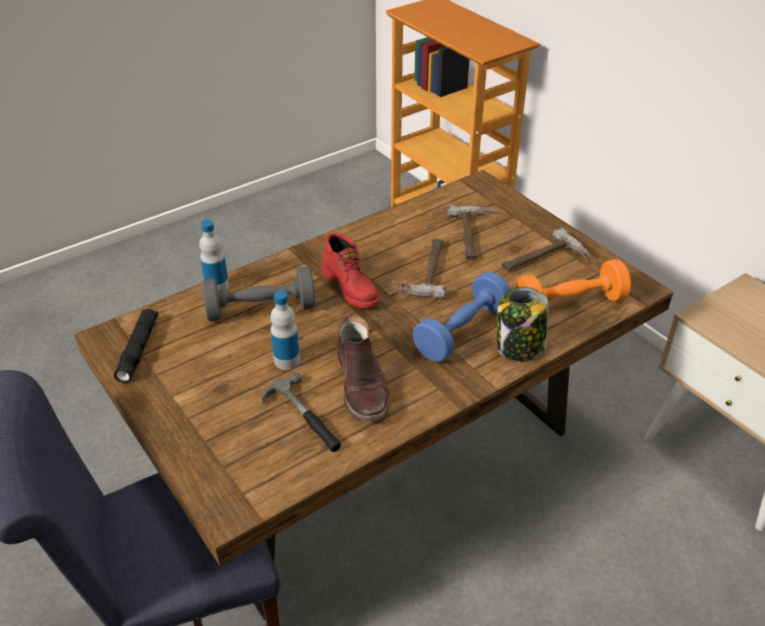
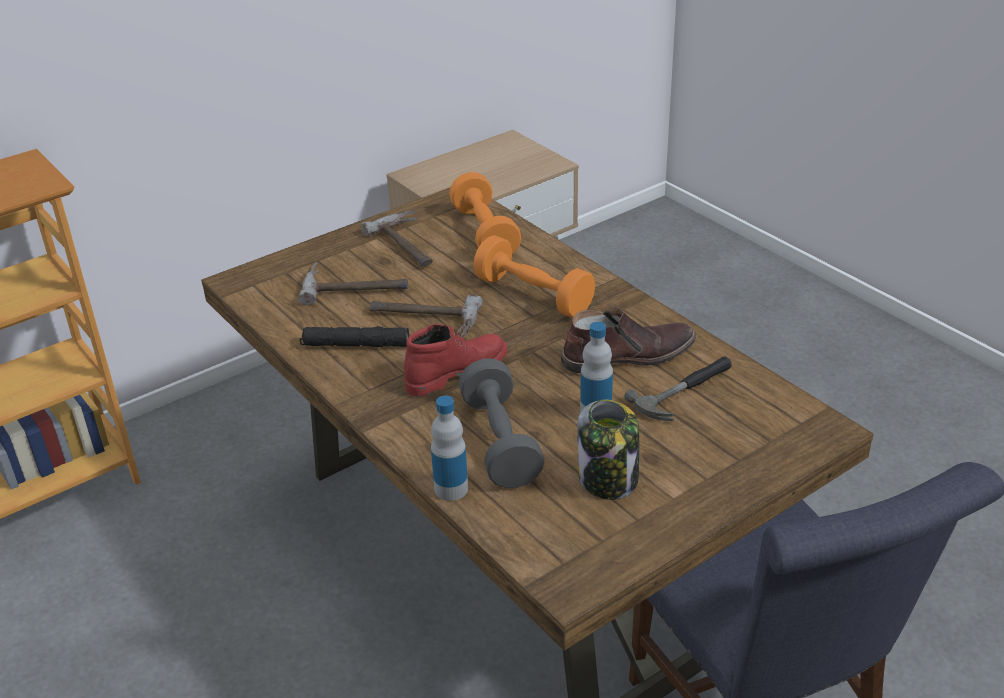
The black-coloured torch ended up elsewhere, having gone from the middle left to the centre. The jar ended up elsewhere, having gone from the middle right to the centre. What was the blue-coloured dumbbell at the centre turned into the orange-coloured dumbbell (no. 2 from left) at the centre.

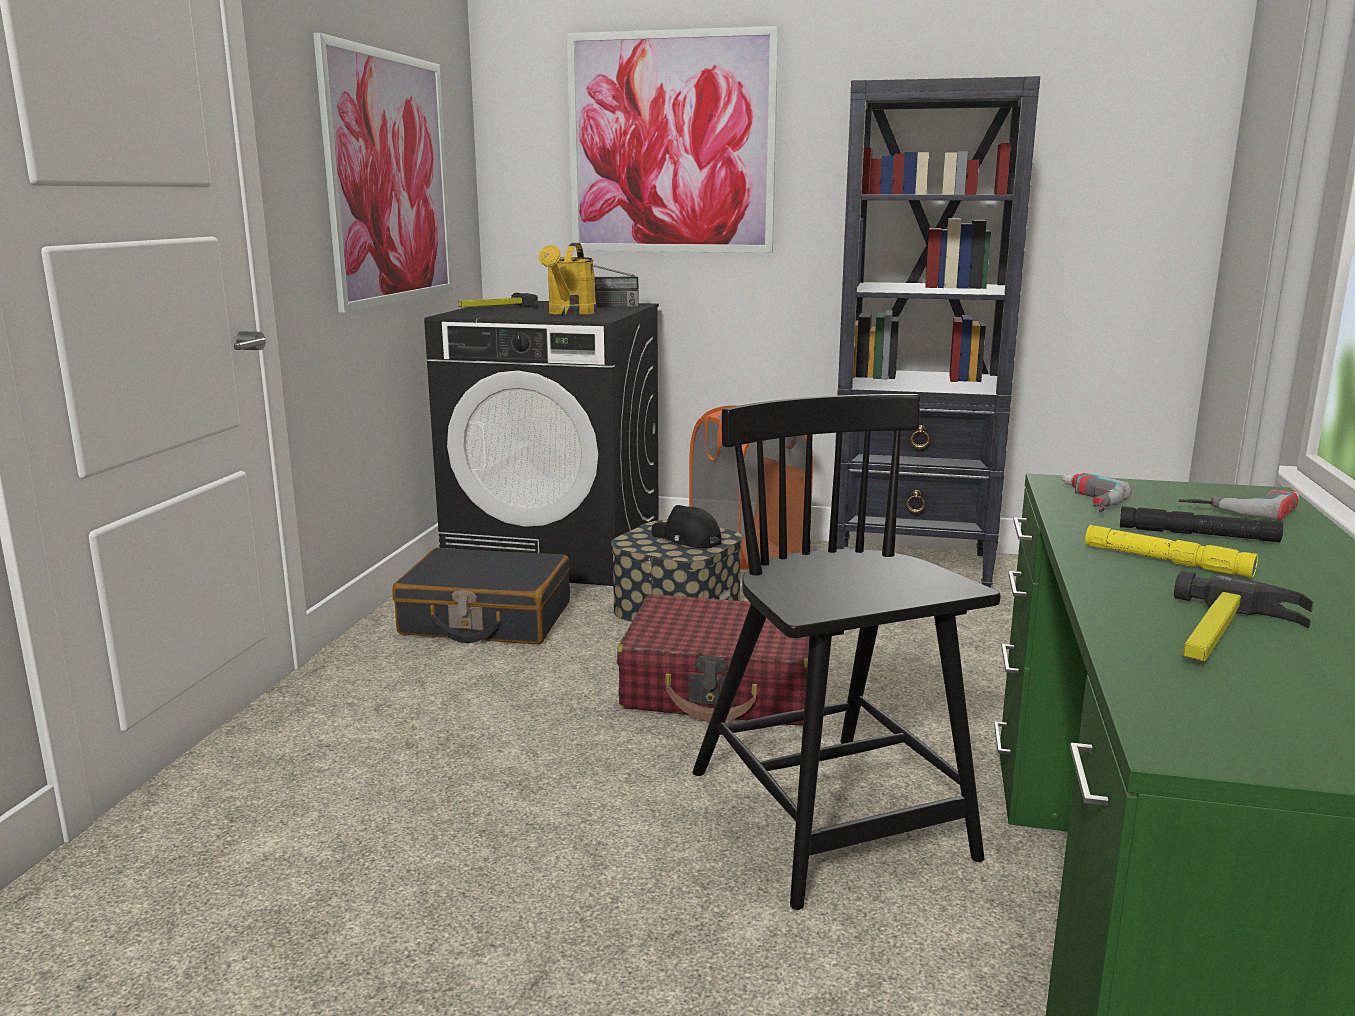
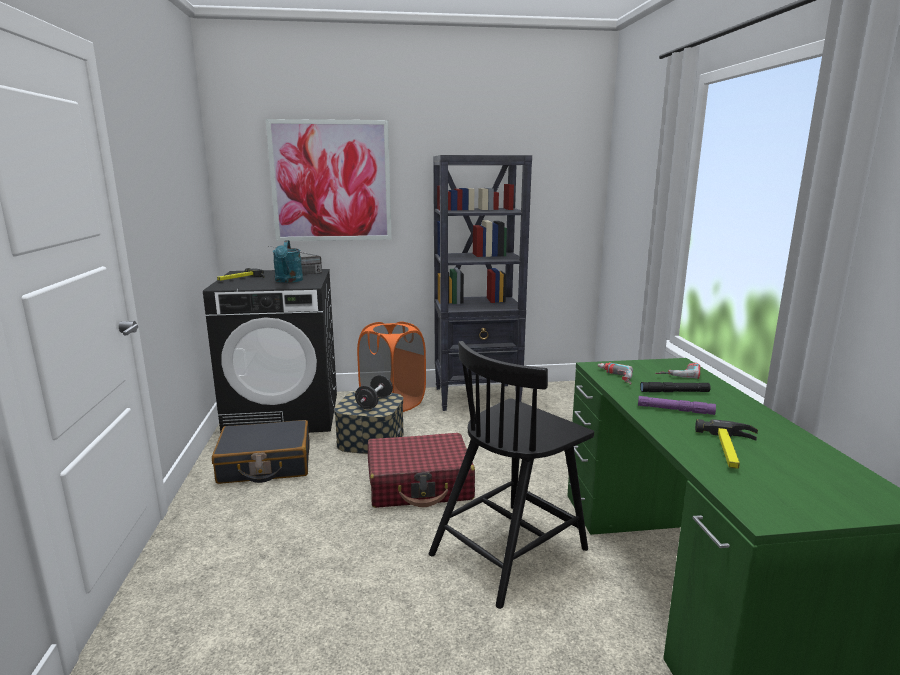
The second view lost the wall art (no. 1 from left) at the top left. Where the black-coloured cap stood at the centre, the black-coloured dumbbell came to stand at the centre. What was the yellow-coloured sprinkling can at the top centre turned into the turquoise-coloured sprinkling can at the middle left. What was the yellow-coloured torch at the middle right turned into the purple-coloured torch at the middle right. The black-coloured upright chair at the centre ended up facing another way, 90 degrees counterclockwise from before.

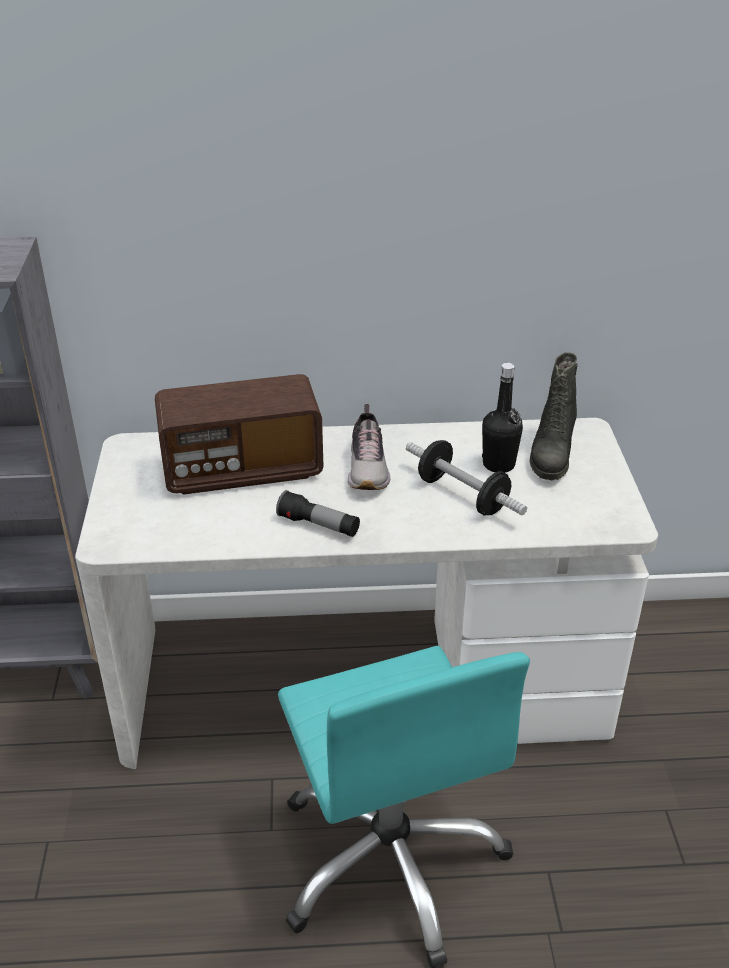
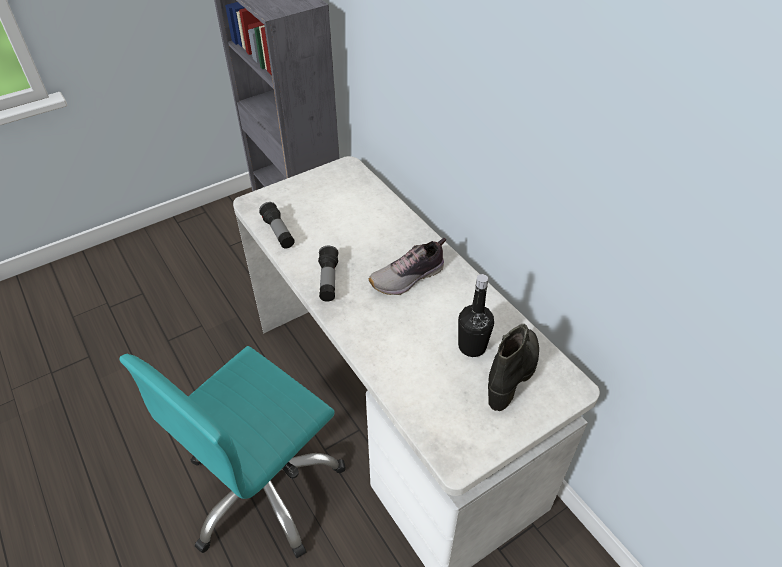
The second view lost the radio set at the middle left. The second view lost the dumbbell at the centre. The second view gained the torch (no. 1 from left) at the centre. The black-coloured high-top boot at the middle right ended up facing another way, 135 degrees clockwise from before.

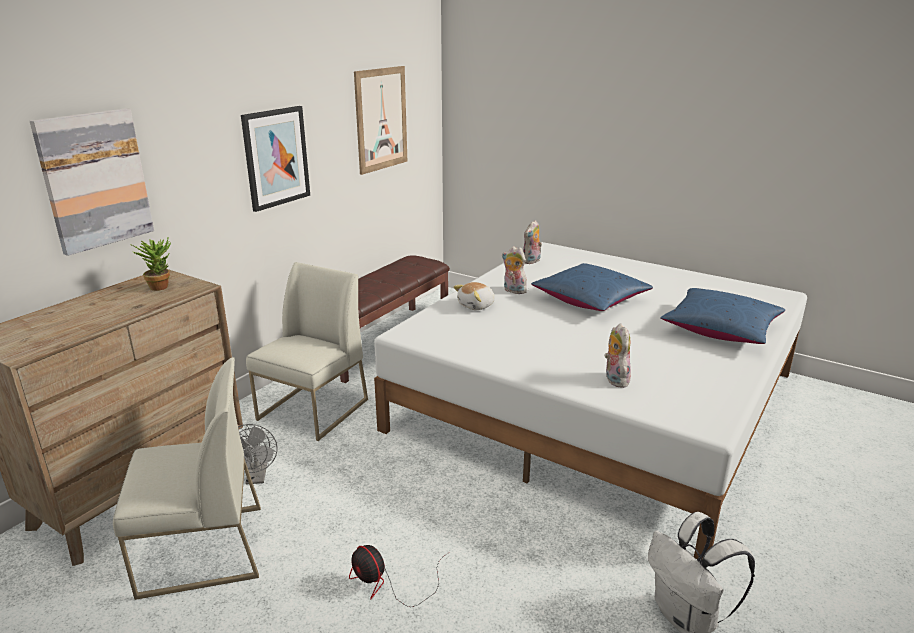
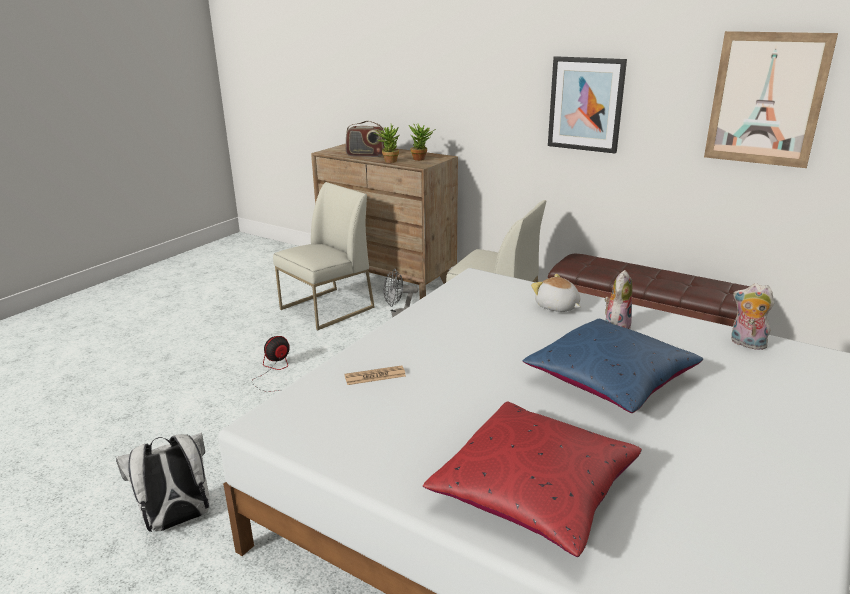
The second view lost the wall art (no. 1 from left) at the top left. The second view gained the radio set at the top centre. The second view gained the plant in a pot (no. 1 from left) at the top centre. Where the cuddly toy (no. 4 from left) stood at the middle right, the daily paper came to stand at the centre. What was the blue-coloured pillow (no. 2 from left) at the middle right turned into the red-coloured pillow at the bottom centre. The white upright chair (no. 1 from left) at the bottom left ended up facing another way, 120 degrees counterclockwise from before.

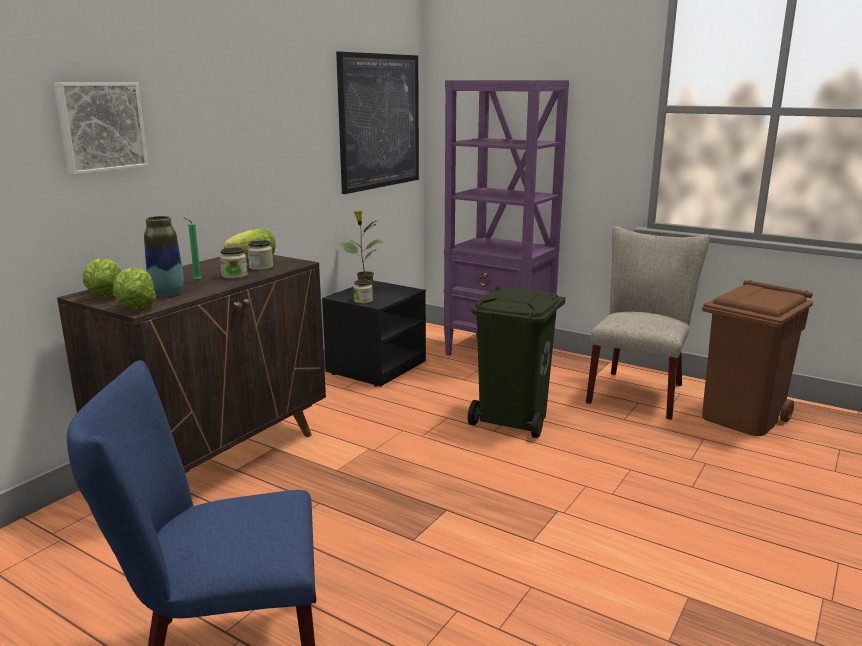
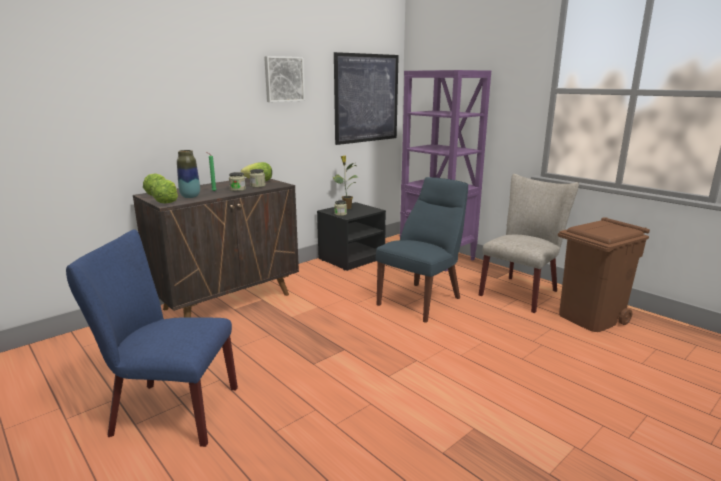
The wall art (no. 1 from left) ended up elsewhere, having gone from the top left to the top centre. Where the greenish waste bin stood at the centre, the blue-coloured upright chair (no. 2 from left) came to stand at the centre.

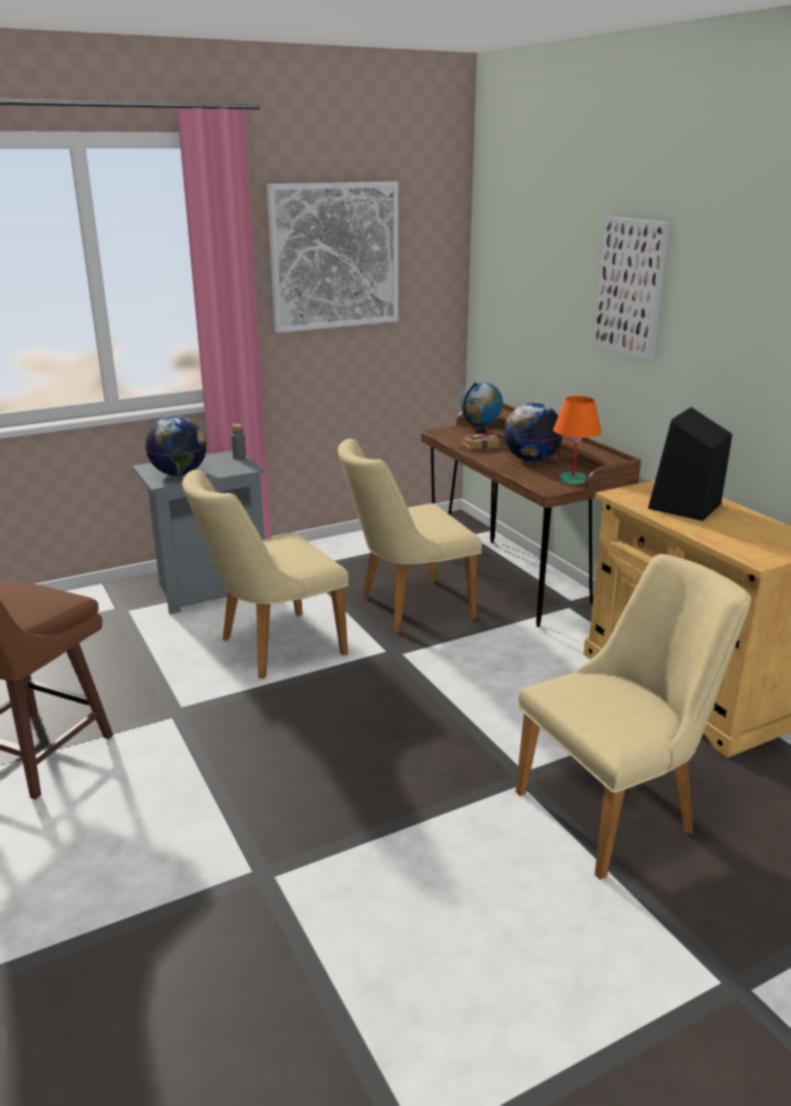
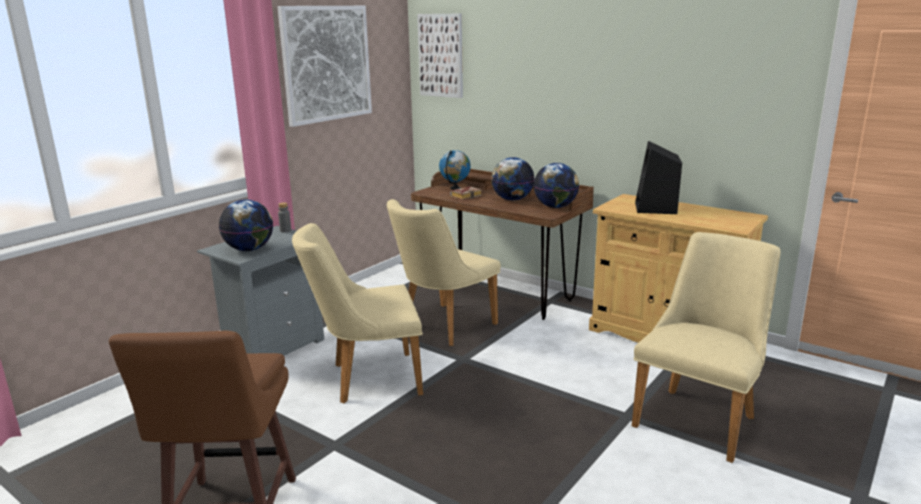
The wall art (no. 2 from left) ended up elsewhere, having gone from the top right to the top centre. Where the orange-coloured table lamp stood at the middle right, the globe (no. 4 from left) came to stand at the centre. The beige upright chair (no. 1 from left) at the centre ended up facing another way, 45 degrees clockwise from before.

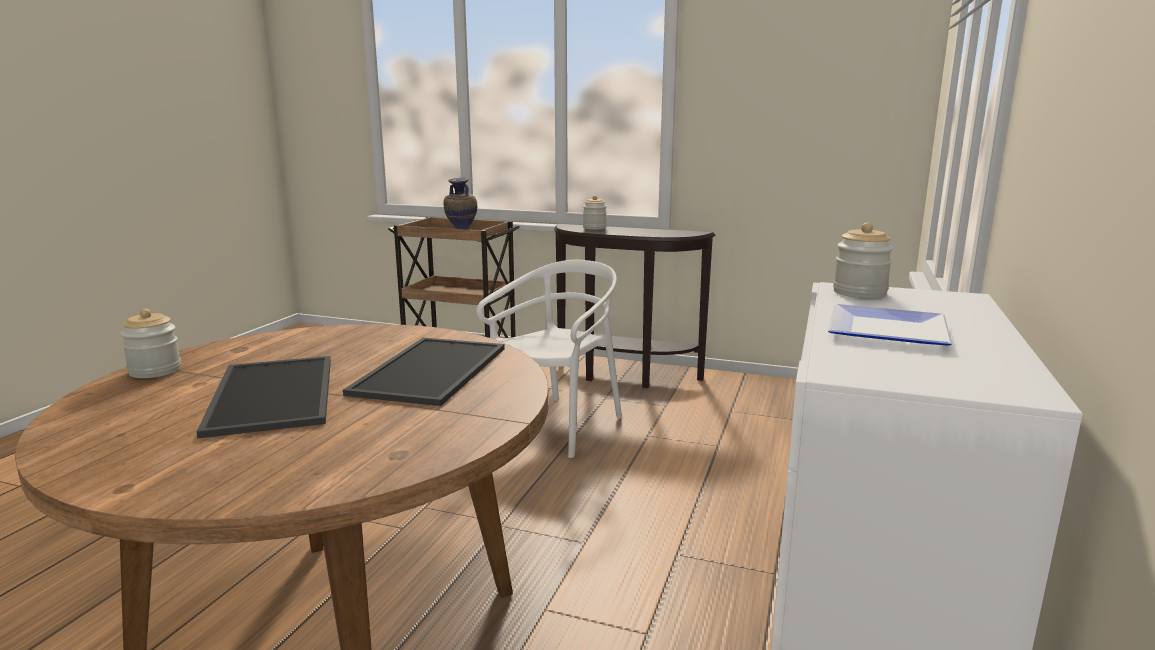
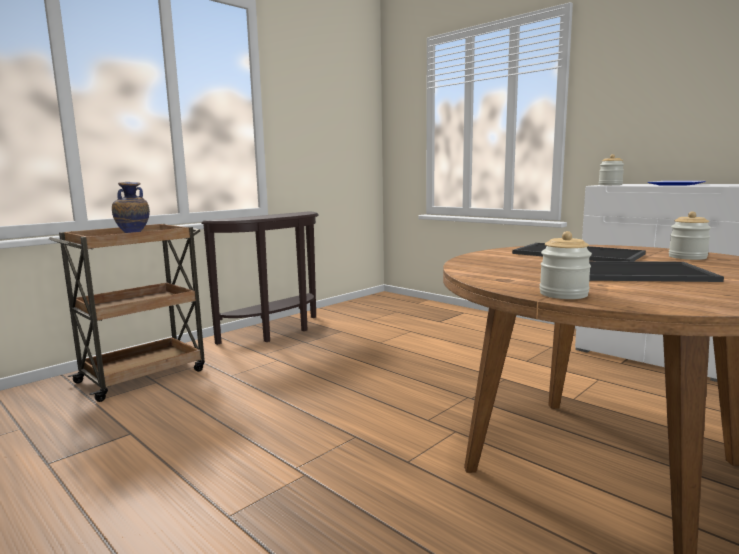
The second view lost the white upright chair at the centre. The jar (no. 2 from left in the first image) ended up elsewhere, having gone from the top centre to the middle right.

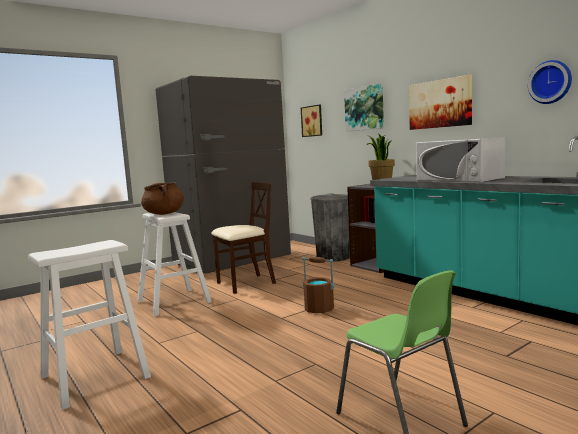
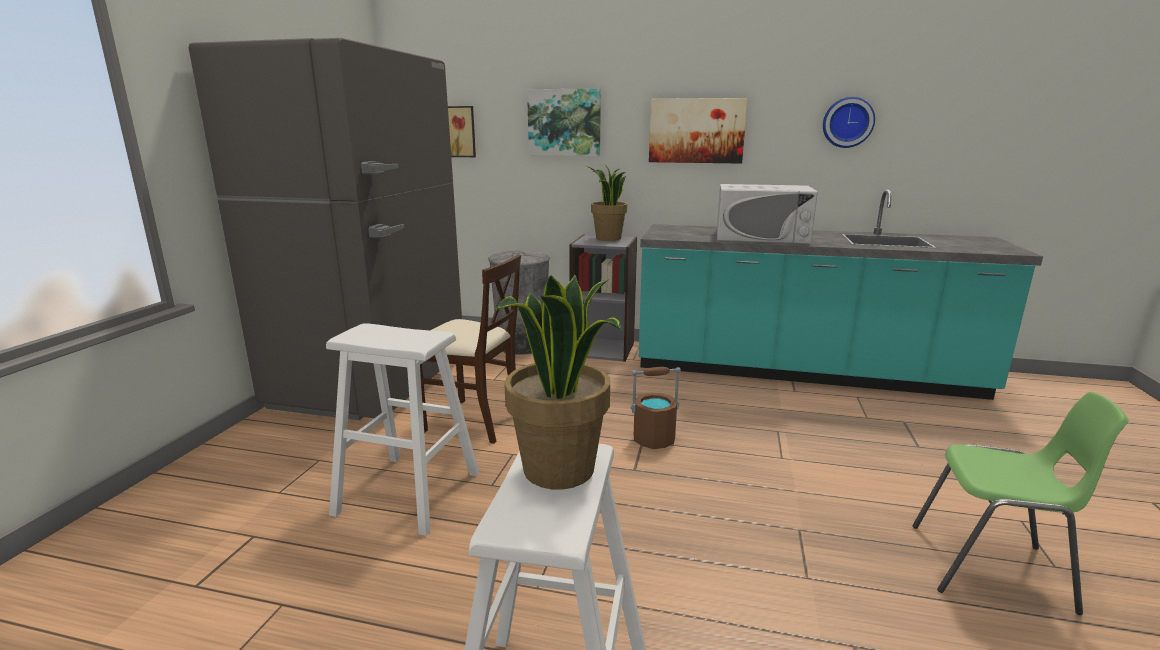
The second view lost the brownish stockpot at the middle left. The second view gained the plant in a pot (no. 1 from left) at the centre. The beige upright chair at the centre ended up facing another way, 90 degrees clockwise from before.

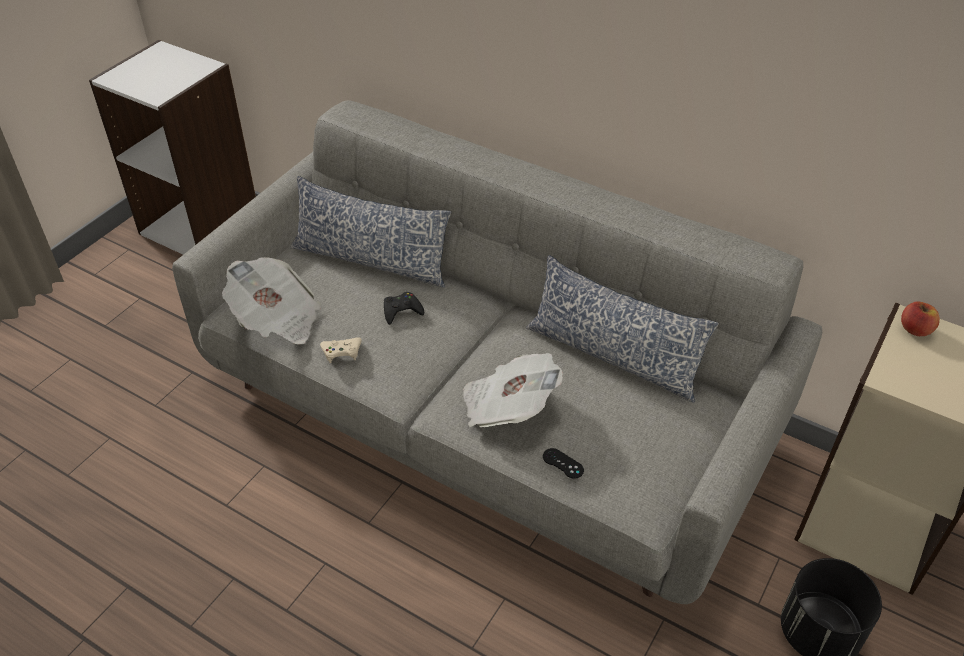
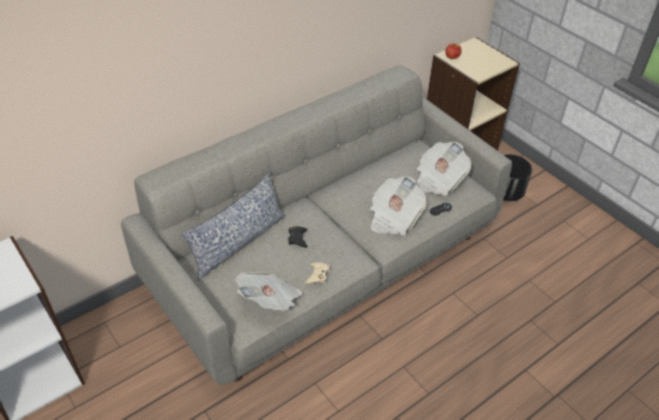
The second view lost the pillow (no. 2 from left) at the centre. The second view gained the daily paper (no. 3 from left) at the middle right.

